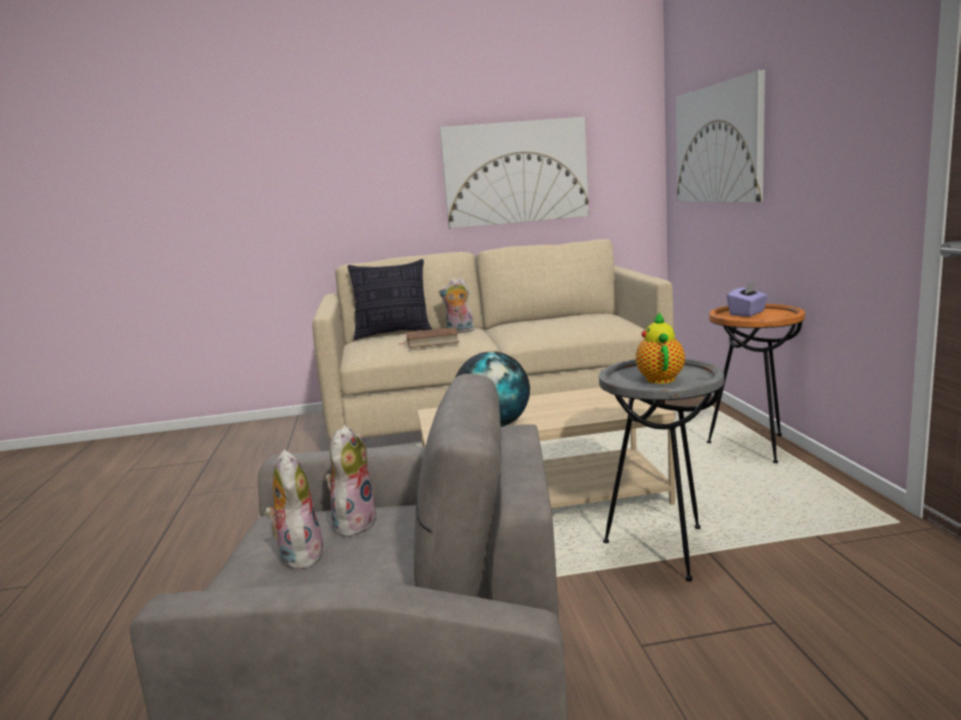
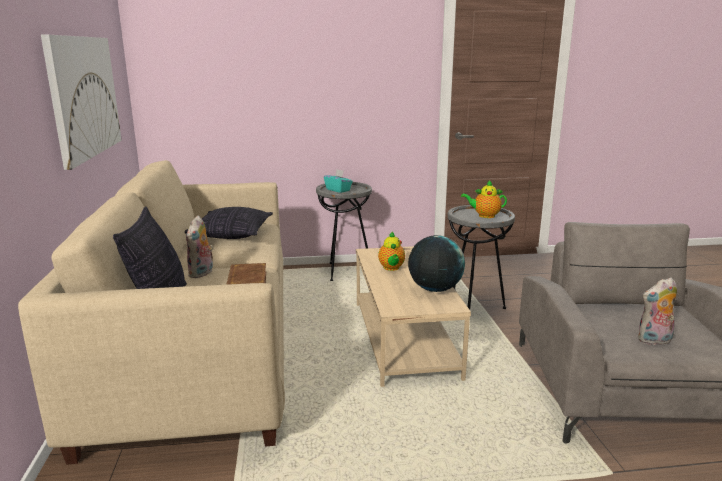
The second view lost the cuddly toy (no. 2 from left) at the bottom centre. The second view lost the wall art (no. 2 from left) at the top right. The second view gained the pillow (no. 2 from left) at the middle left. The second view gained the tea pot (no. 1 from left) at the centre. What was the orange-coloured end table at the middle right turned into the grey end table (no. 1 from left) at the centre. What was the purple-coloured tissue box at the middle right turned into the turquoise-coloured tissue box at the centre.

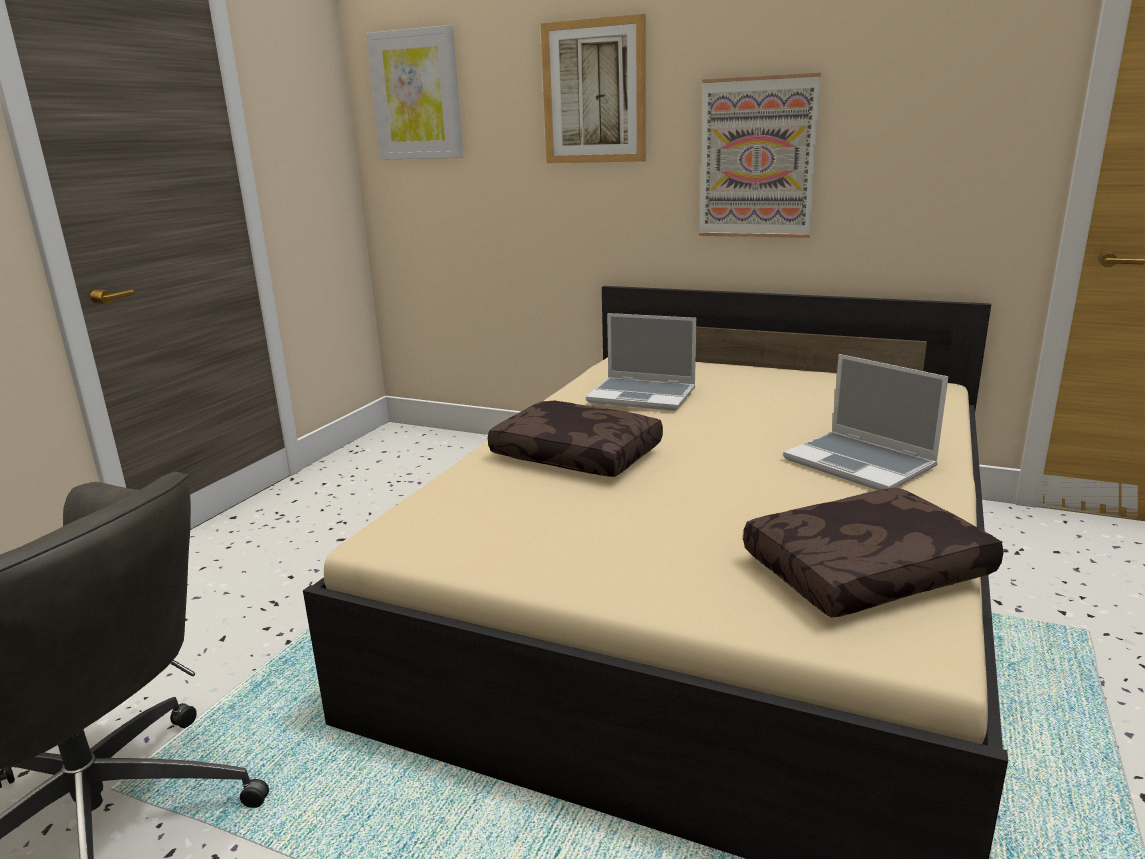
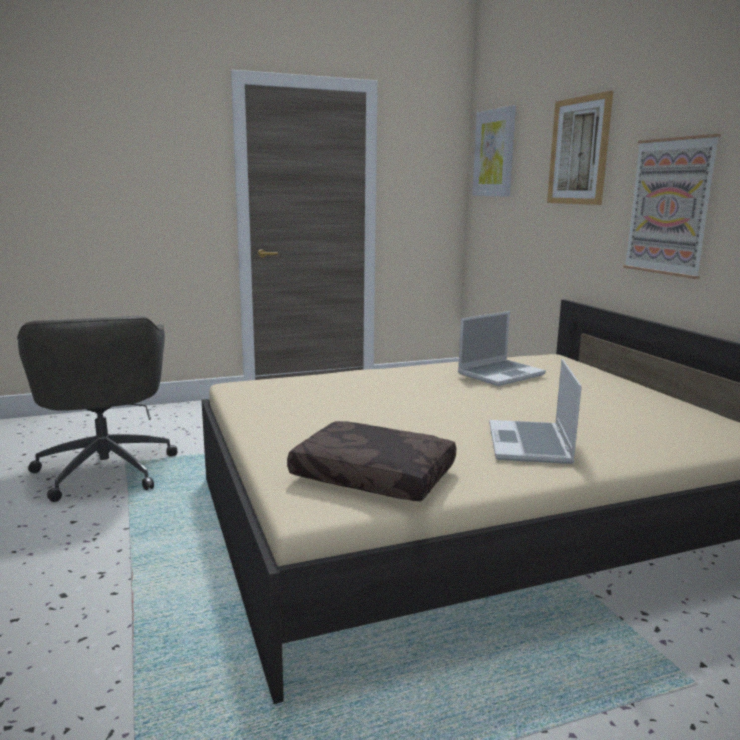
The second view lost the brownish pillow (no. 1 from left) at the centre. The laptop (no. 1 from left) at the centre ended up facing another way, 105 degrees counterclockwise from before.

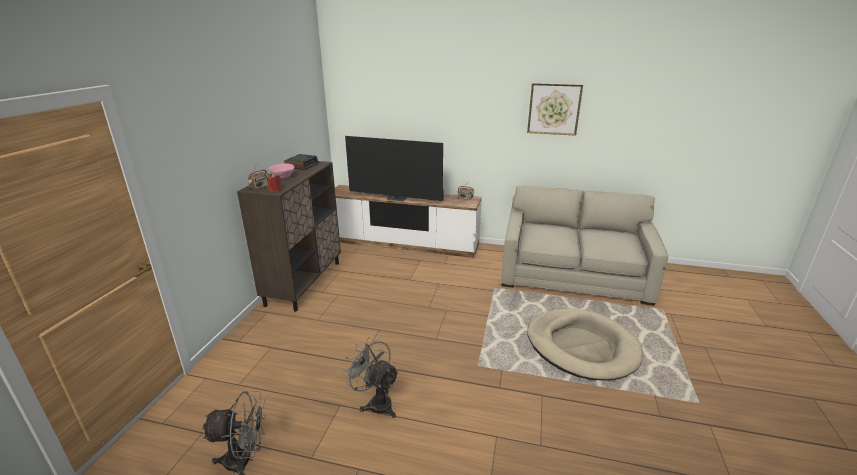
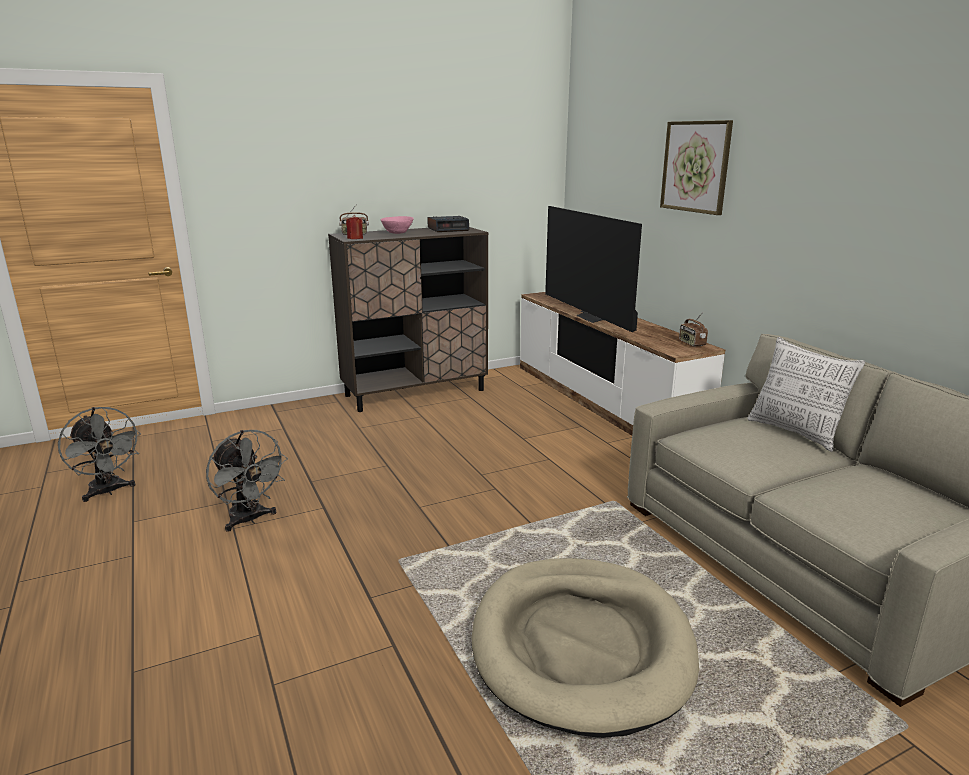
The second view gained the pillow at the middle right. The wall art ended up elsewhere, having gone from the top centre to the top right. The grey fan (no. 2 from left) at the bottom centre ended up facing another way, 135 degrees clockwise from before.

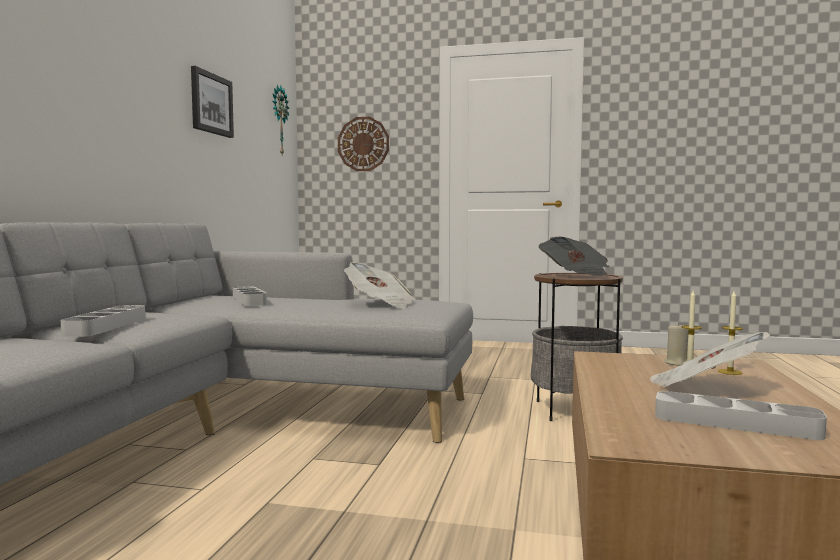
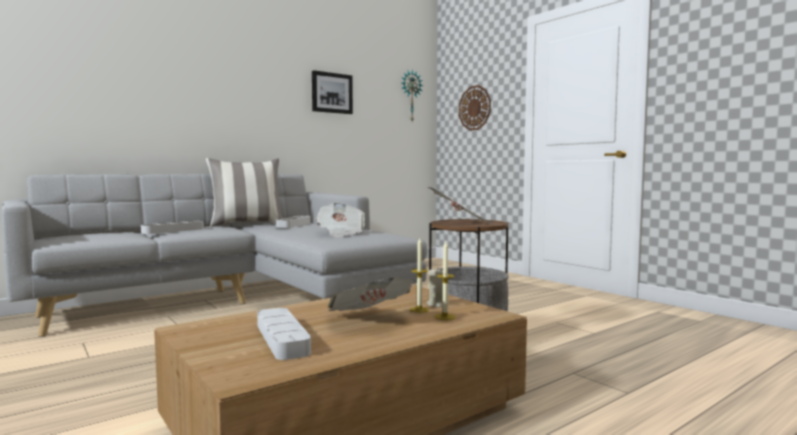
The second view gained the pillow at the middle left.

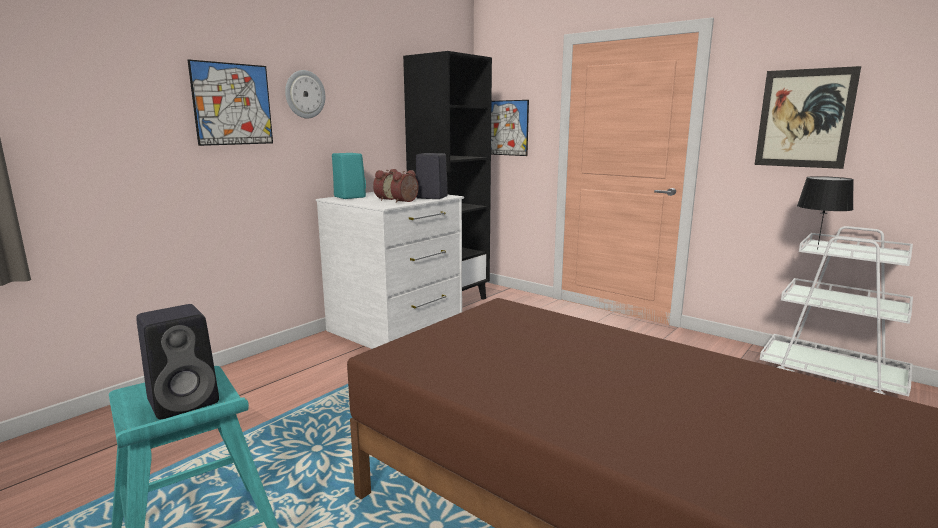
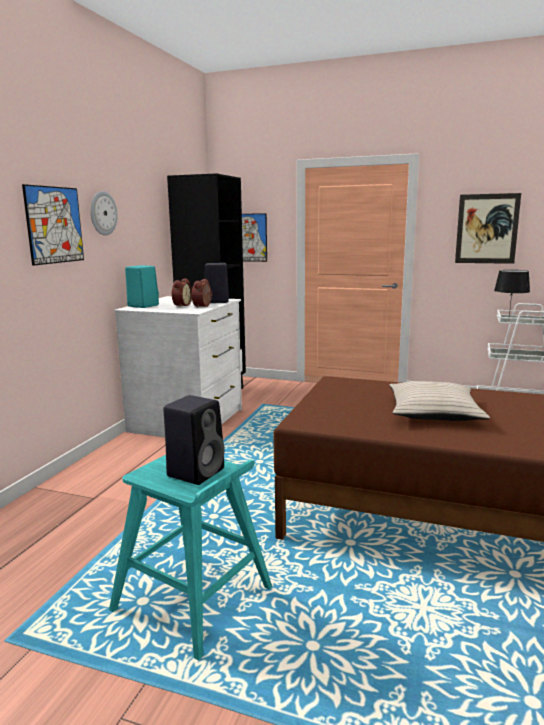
The second view gained the beige pillow at the middle right.

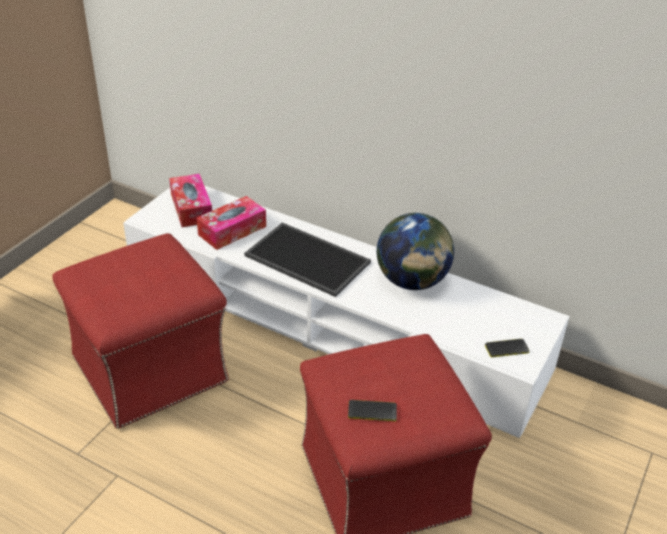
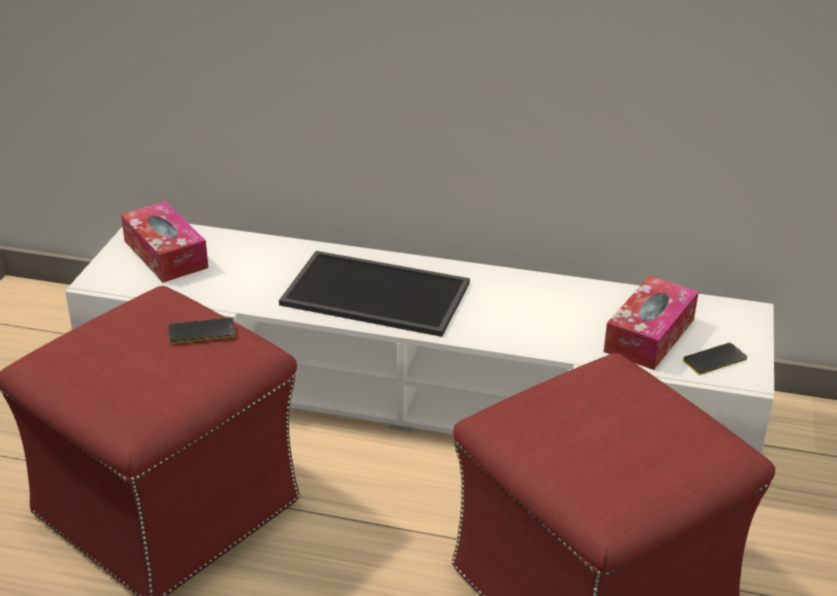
The second view lost the globe at the centre. The tissue box (no. 2 from left) ended up elsewhere, having gone from the centre to the middle right. The phone (no. 1 from left) ended up elsewhere, having gone from the bottom centre to the middle left.

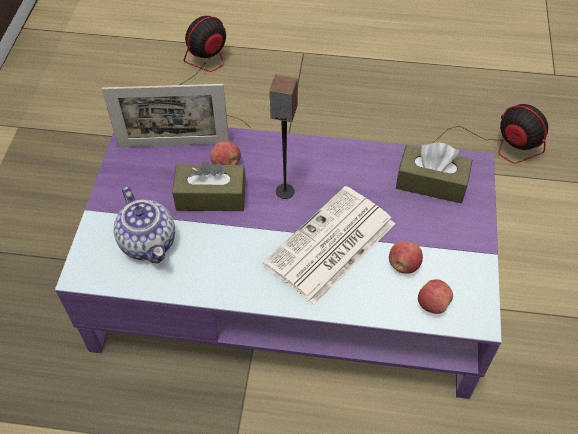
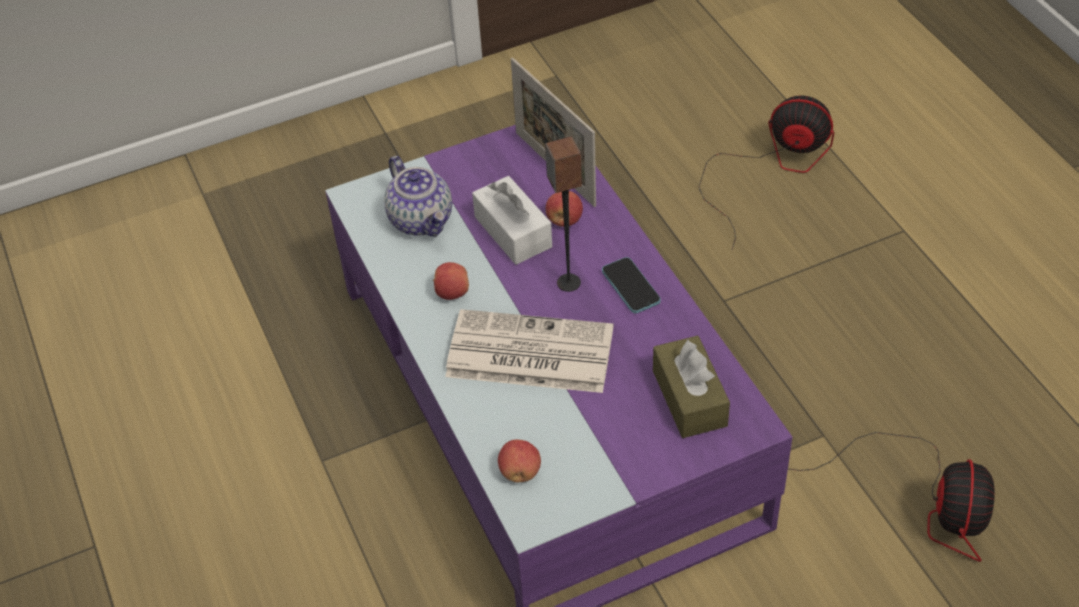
The second view gained the phone at the centre. The whole apple (no. 2 from left in the first image) ended up elsewhere, having gone from the middle right to the centre. What was the brownish tissue box (no. 1 from left) at the centre turned into the white tissue box at the centre. The tea pot at the middle left ended up facing another way, 60 degrees counterclockwise from before.

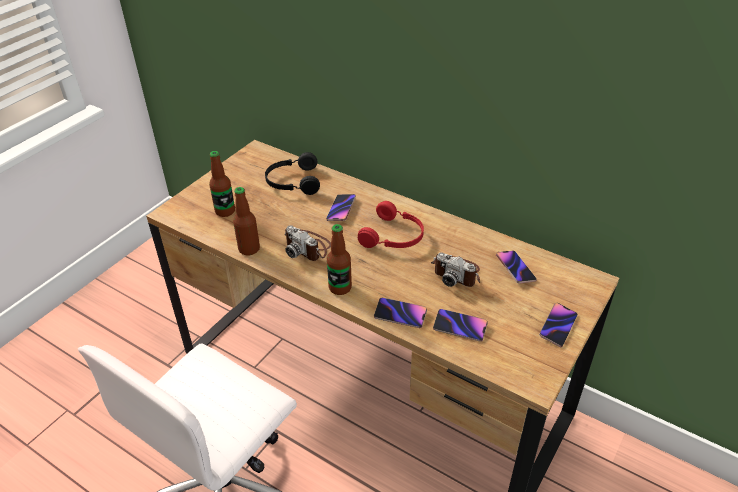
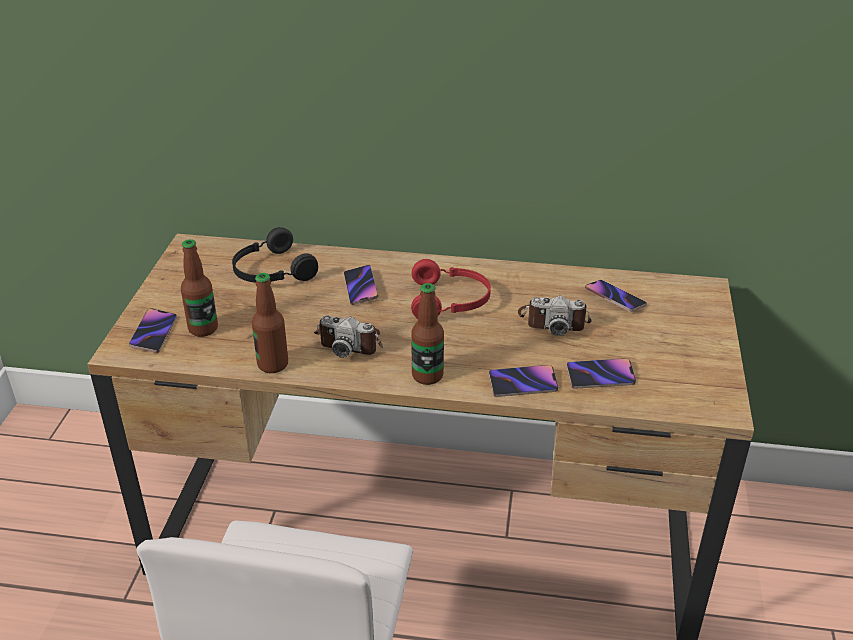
The phone (no. 5 from left in the first image) ended up elsewhere, having gone from the middle right to the middle left.

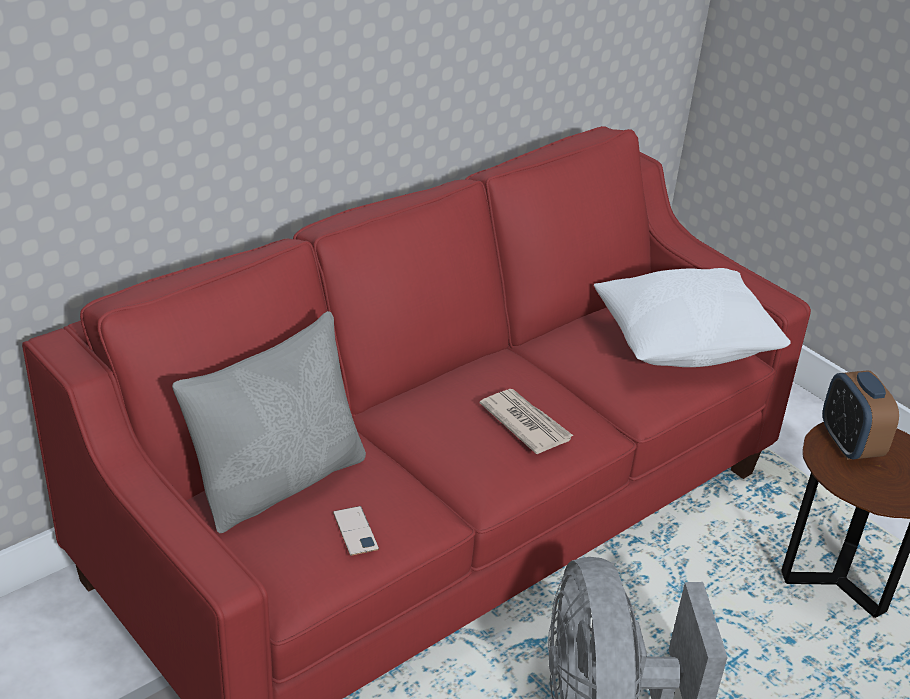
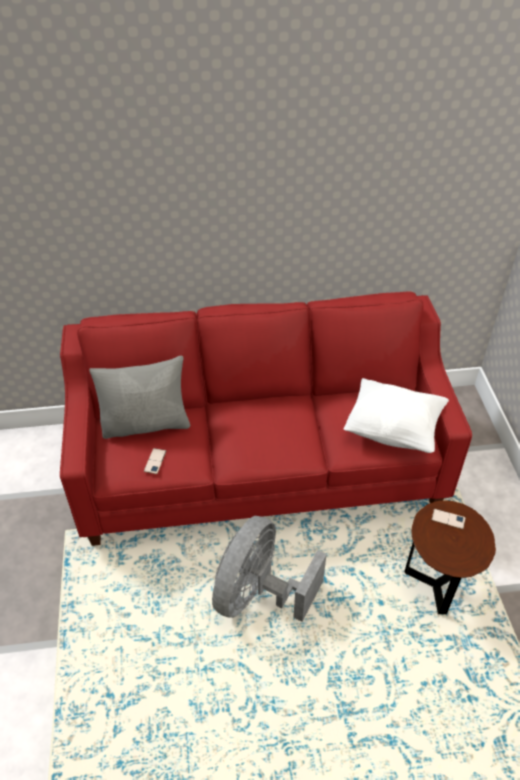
The second view lost the daily paper at the centre. Where the table clock stood at the middle right, the phone (no. 2 from left) came to stand at the middle right.

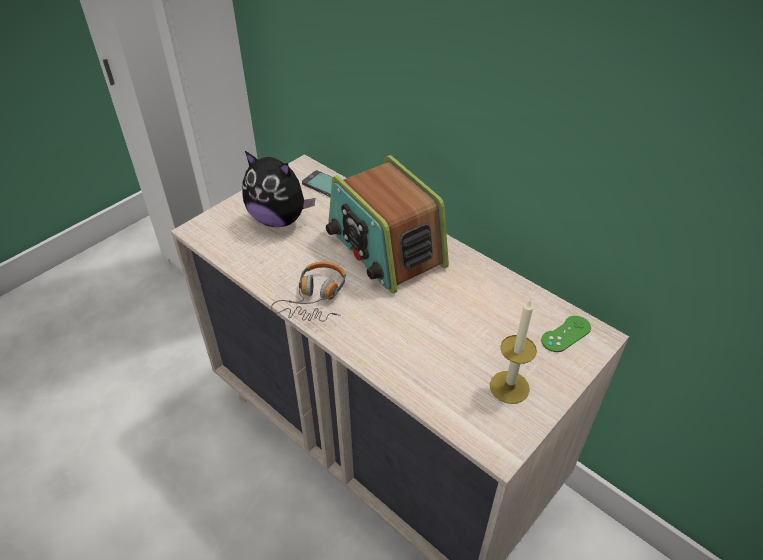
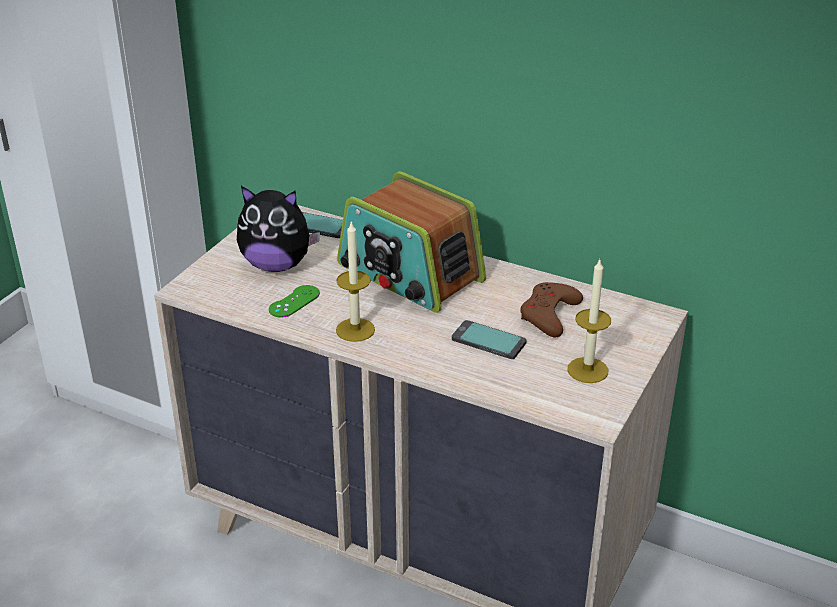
The second view gained the phone (no. 2 from left) at the centre. The second view gained the brownish gamepad at the centre. The greenish gamepad ended up elsewhere, having gone from the middle right to the centre. Where the headphones stood at the centre, the wax light (no. 1 from left) came to stand at the centre.

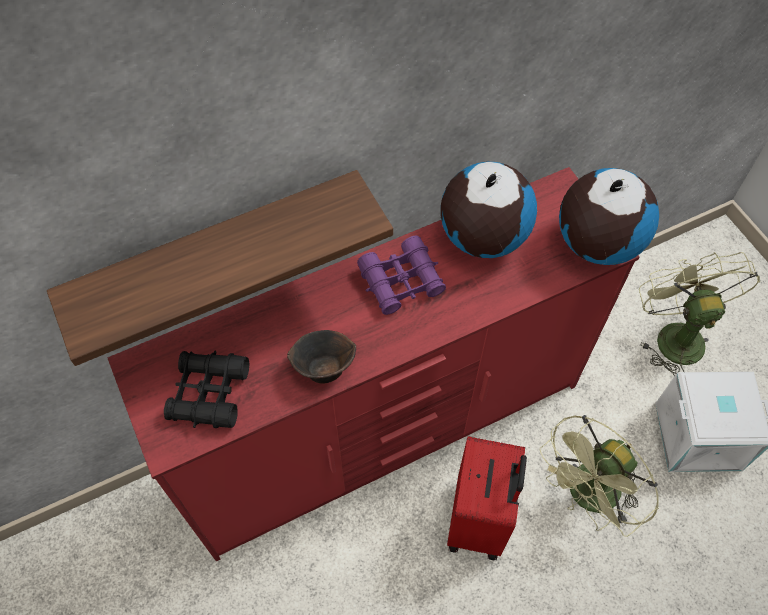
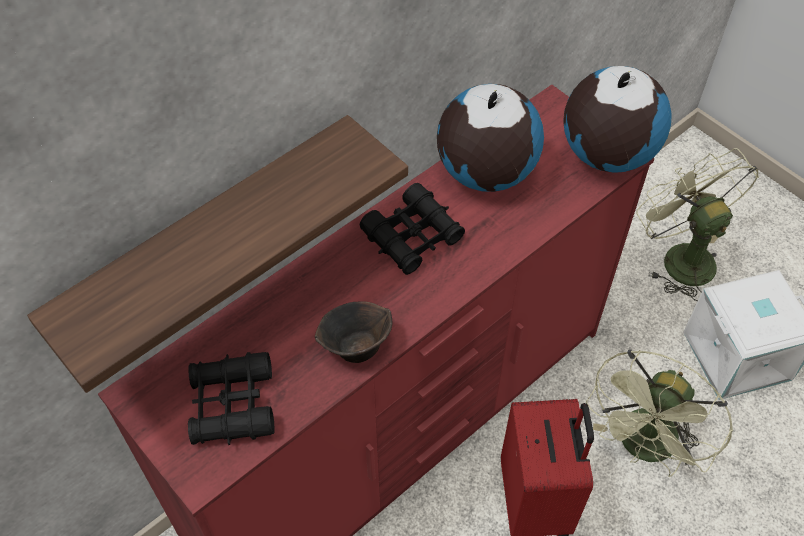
What was the purple-coloured binoculars at the centre turned into the black-coloured binoculars (no. 2 from left) at the centre.

